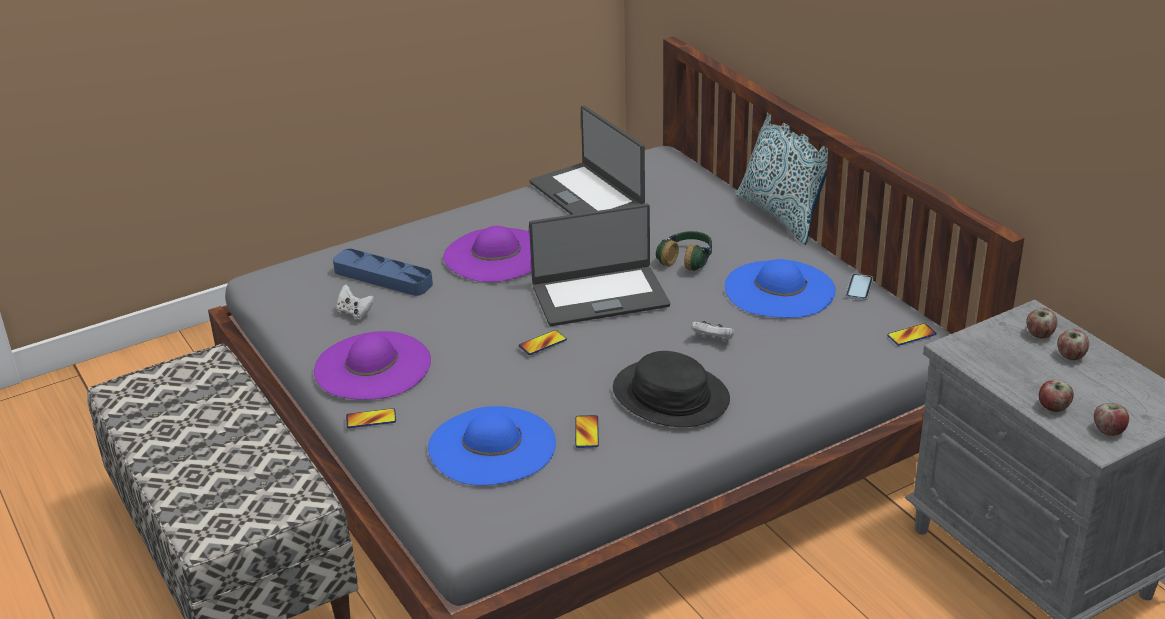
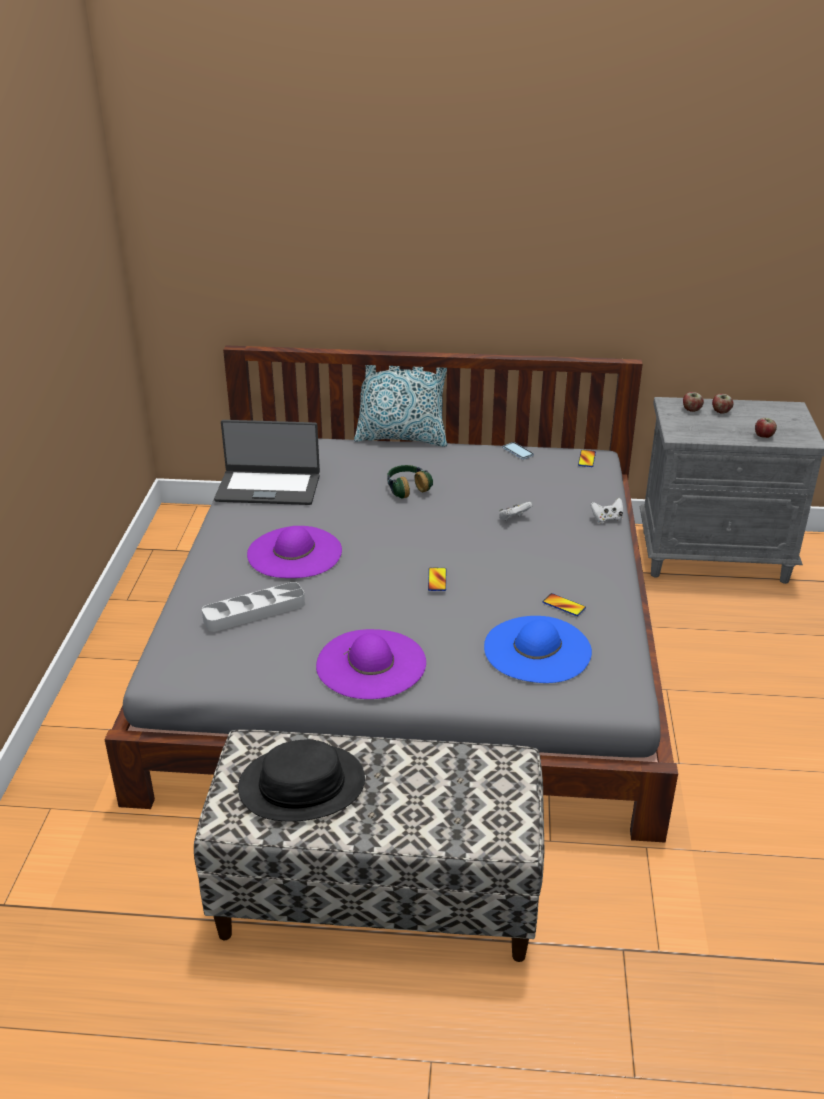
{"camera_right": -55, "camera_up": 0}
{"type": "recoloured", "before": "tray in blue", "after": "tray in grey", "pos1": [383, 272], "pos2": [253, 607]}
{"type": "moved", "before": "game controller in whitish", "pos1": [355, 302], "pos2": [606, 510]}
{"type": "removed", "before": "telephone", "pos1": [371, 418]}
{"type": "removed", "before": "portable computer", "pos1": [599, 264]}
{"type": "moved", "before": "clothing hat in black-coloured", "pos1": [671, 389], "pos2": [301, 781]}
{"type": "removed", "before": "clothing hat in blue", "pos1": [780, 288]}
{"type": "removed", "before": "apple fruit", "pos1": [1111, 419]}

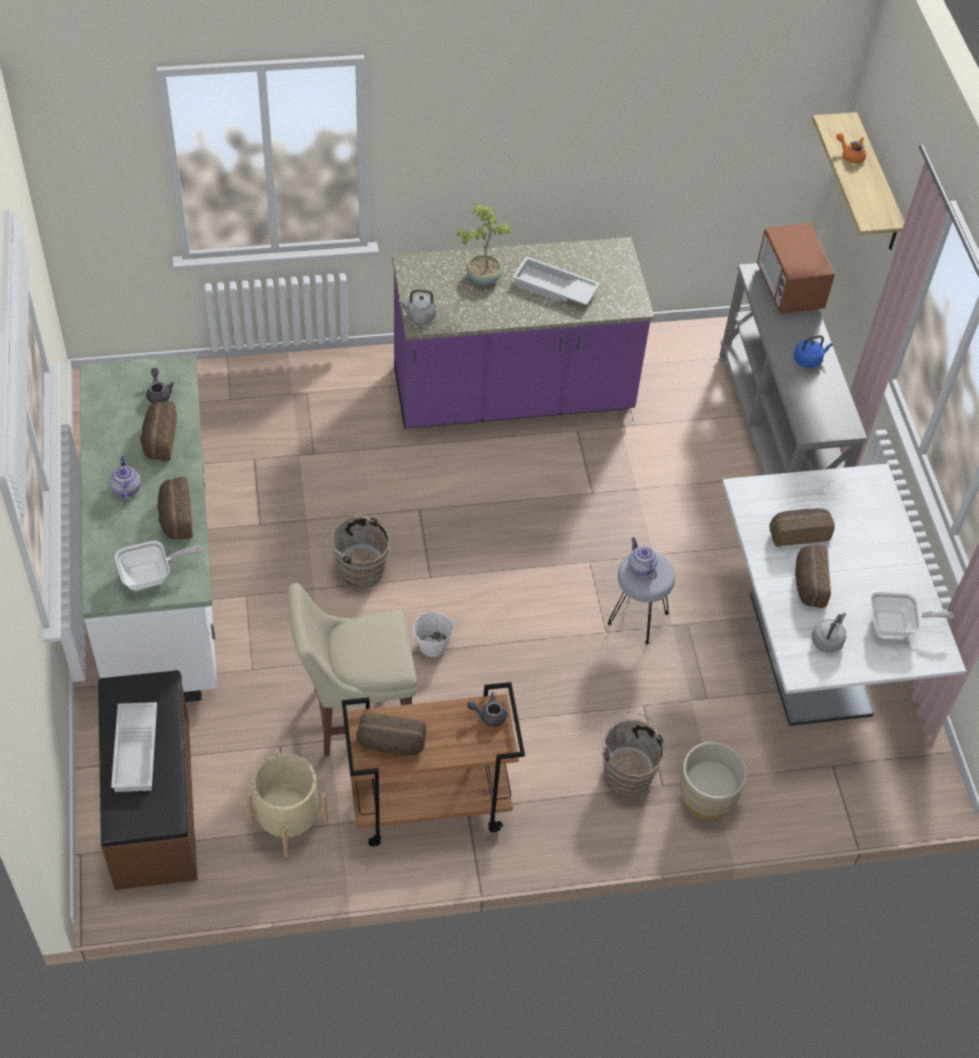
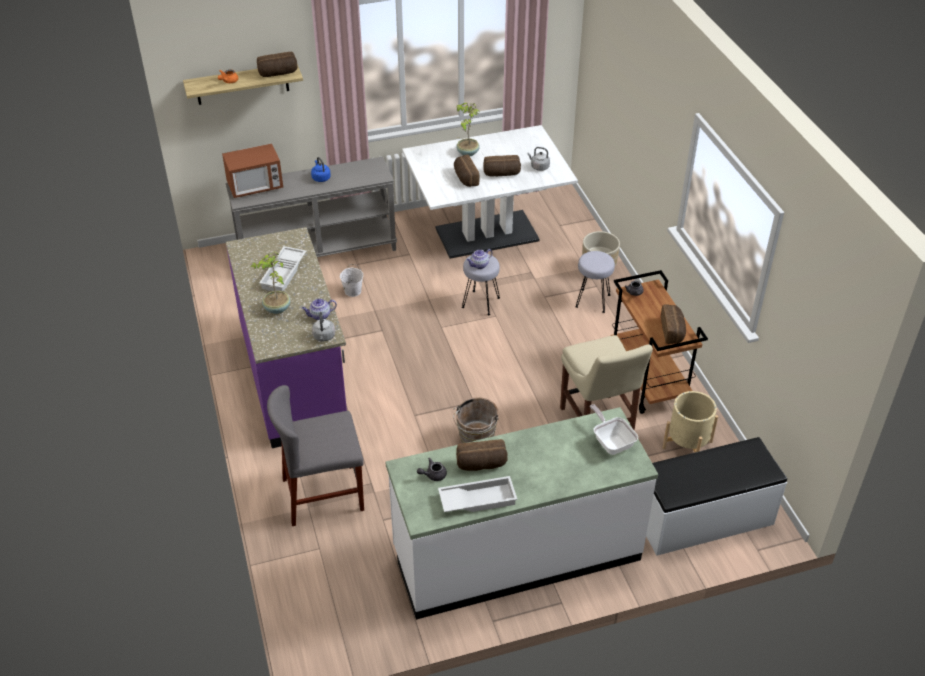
{"camera_right": -95, "camera_up": -10}
{"type": "recoloured", "before": "long seat in brownish", "after": "long seat in whitish", "pos1": [148, 780], "pos2": [716, 496]}
{"type": "moved", "before": "teapot", "pos1": [125, 479], "pos2": [319, 309]}
{"type": "moved", "before": "tray in whitish", "pos1": [134, 747], "pos2": [477, 494]}
{"type": "moved", "before": "bakery bread", "pos1": [175, 508], "pos2": [277, 64]}
{"type": "moved", "before": "bucket in whitish", "pos1": [433, 633], "pos2": [351, 280]}
{"type": "replaced", "before": "bucket in brownish", "after": "sitting stool in grey", "pos1": [633, 754], "pos2": [595, 282]}
{"type": "removed", "before": "pan", "pos1": [912, 614]}
{"type": "added", "after": "upright chair in grey", "pos2": [315, 455]}
{"type": "added", "after": "plant in a pot", "pos2": [468, 129]}

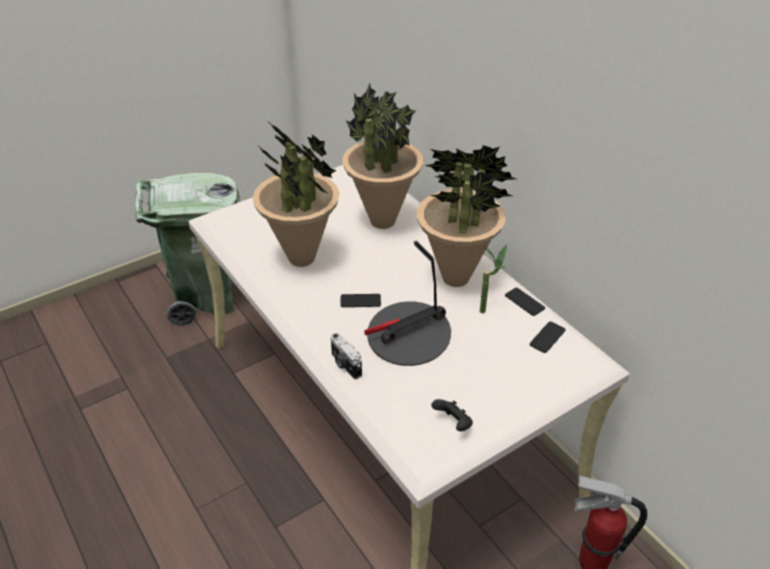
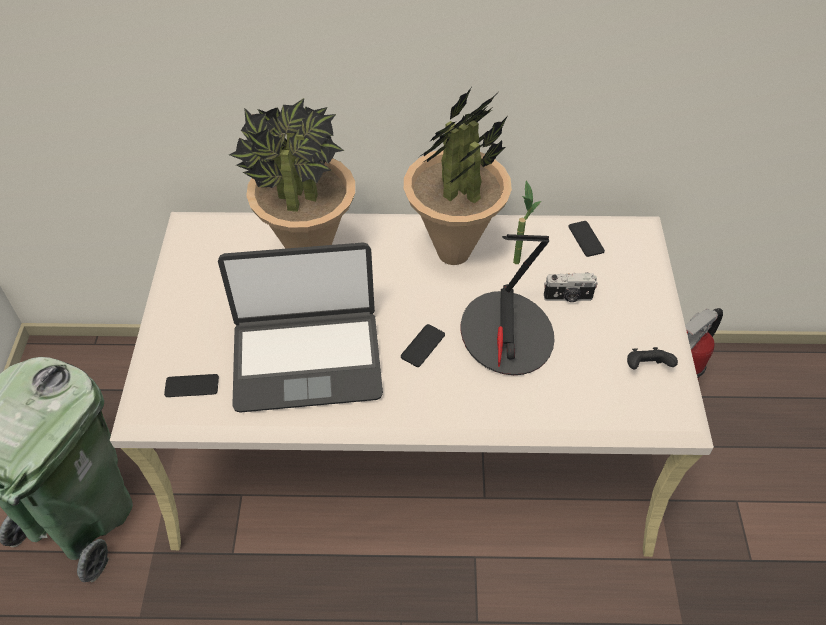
{"camera_right": -55, "camera_up": 10}
{"type": "replaced", "before": "plant in a pot", "after": "portable computer", "pos1": [296, 195], "pos2": [300, 327]}
{"type": "moved", "before": "still camera", "pos1": [346, 356], "pos2": [571, 287]}
{"type": "moved", "before": "telephone", "pos1": [525, 301], "pos2": [191, 385]}

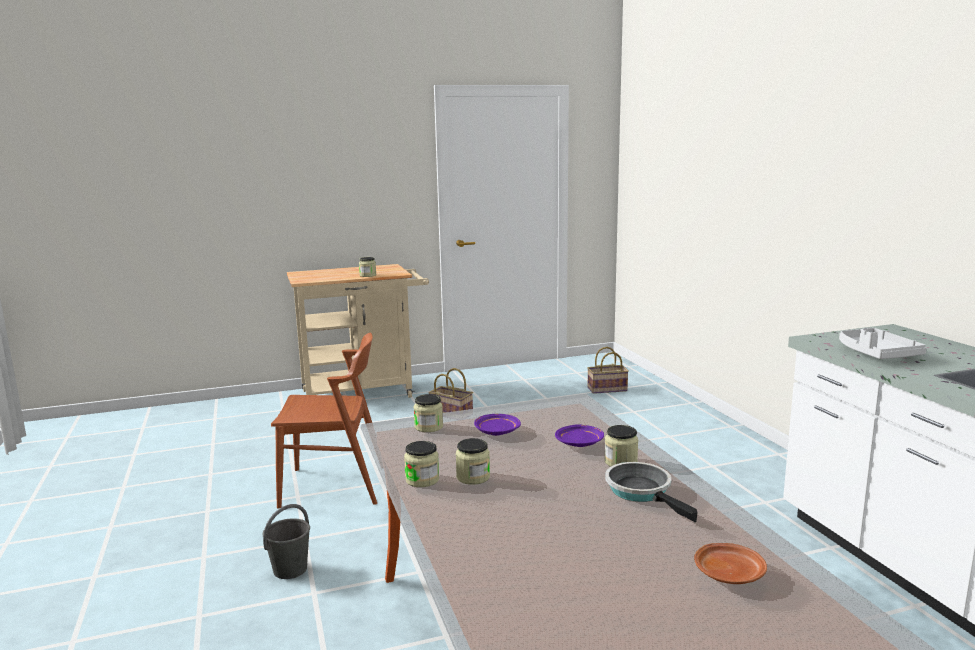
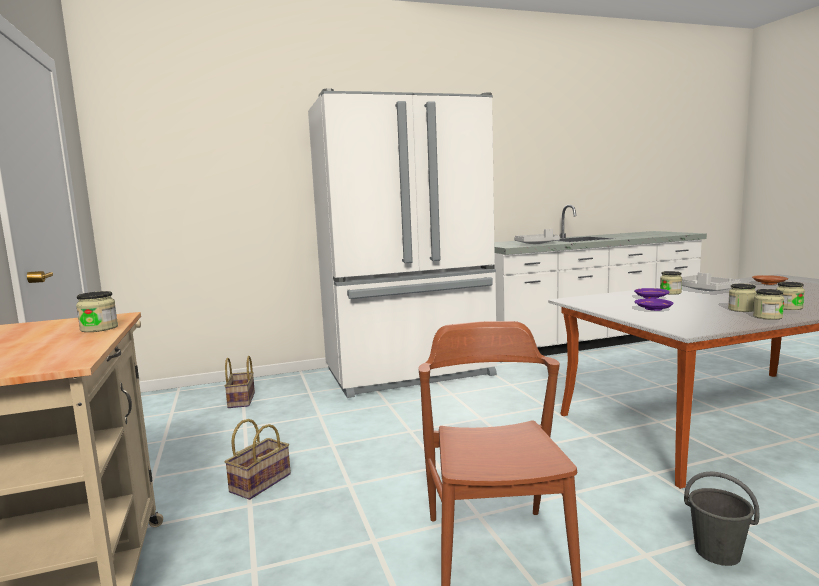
{"camera_right": -90, "camera_up": -5}
{"type": "moved", "before": "storage jar", "pos1": [428, 413], "pos2": [790, 296]}
{"type": "replaced", "before": "pan", "after": "tray in grey", "pos1": [651, 492], "pos2": [711, 281]}
{"type": "added", "after": "refrigerator in whitish", "pos2": [402, 243]}

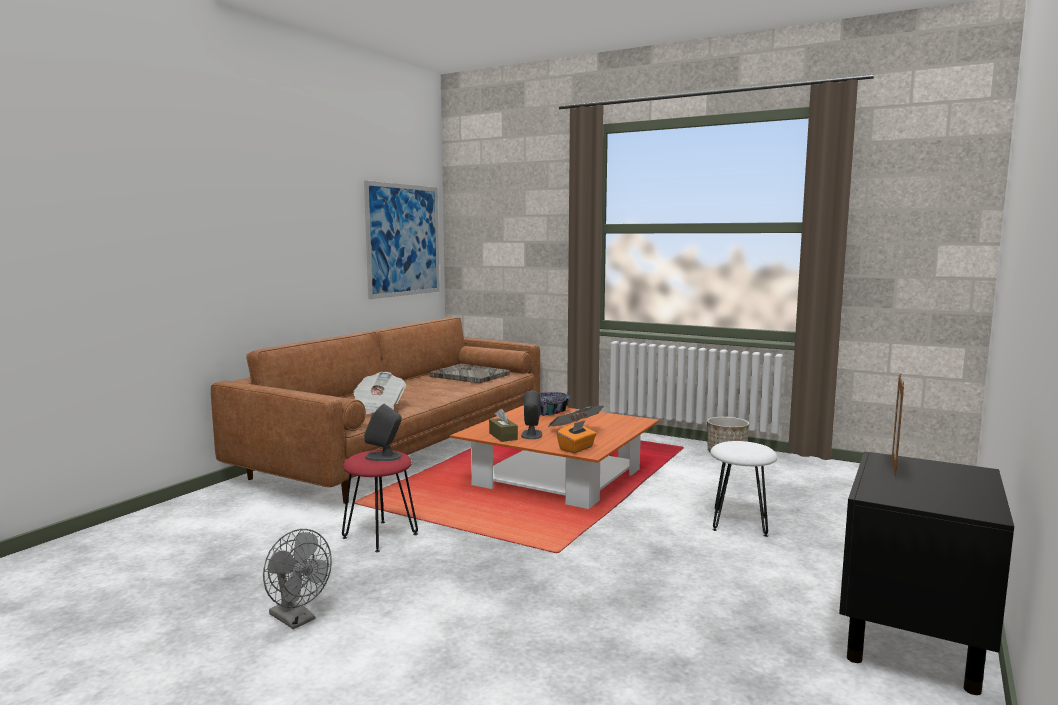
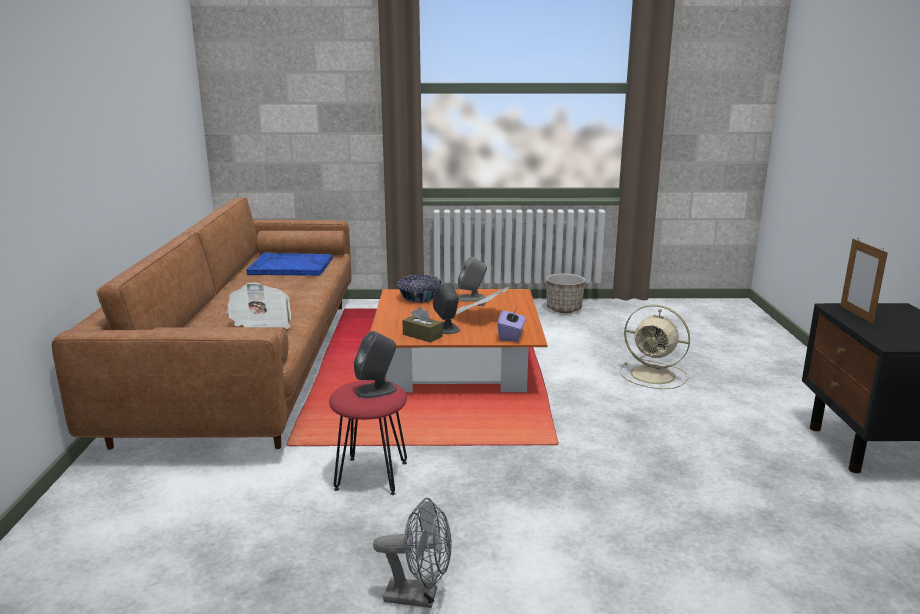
{"camera_right": -30, "camera_up": 10}
{"type": "removed", "before": "wall picture", "pos1": [402, 240]}
{"type": "recoloured", "before": "tray in grey", "after": "tray in blue", "pos1": [469, 373], "pos2": [289, 264]}
{"type": "recoloured", "before": "tissue holder in orange", "after": "tissue holder in purple-coloured", "pos1": [576, 436], "pos2": [512, 325]}
{"type": "replaced", "before": "sitting stool in whitish", "after": "fan in beige", "pos1": [744, 489], "pos2": [655, 347]}
{"type": "added", "after": "audio speaker in grey", "pos2": [472, 279]}

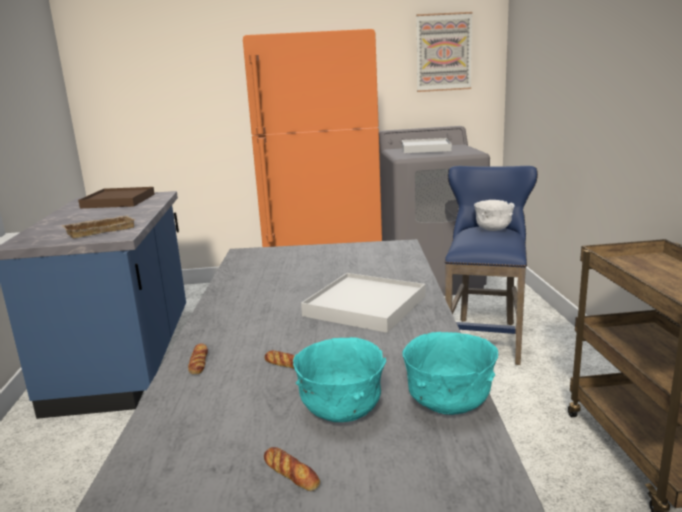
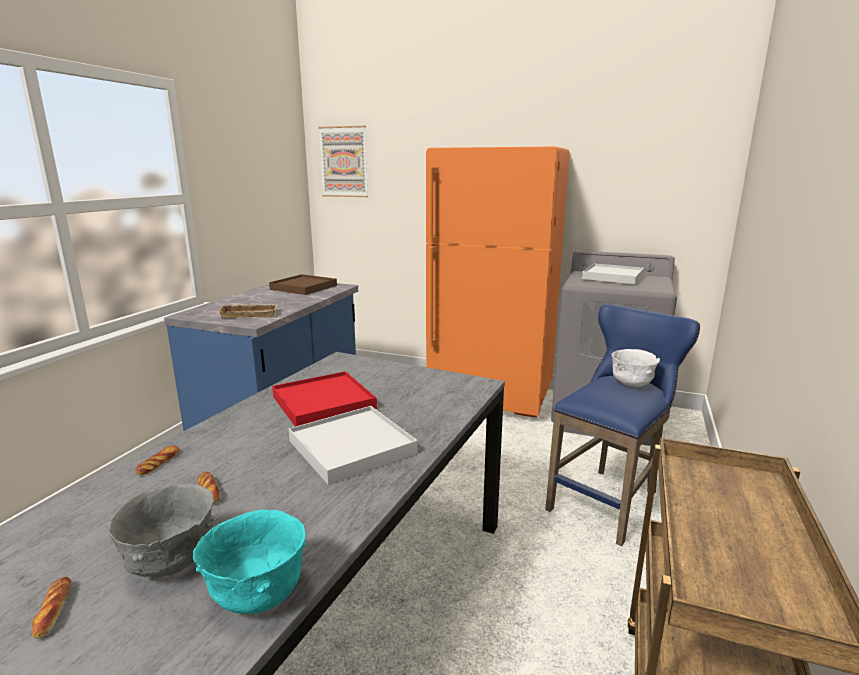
{"camera_right": 25, "camera_up": 0}
{"type": "recoloured", "before": "serving bowl in turquoise-coloured", "after": "serving bowl in grey", "pos1": [339, 379], "pos2": [161, 530]}
{"type": "moved", "before": "wall picture", "pos1": [444, 52], "pos2": [343, 161]}
{"type": "added", "after": "tray in red", "pos2": [324, 399]}

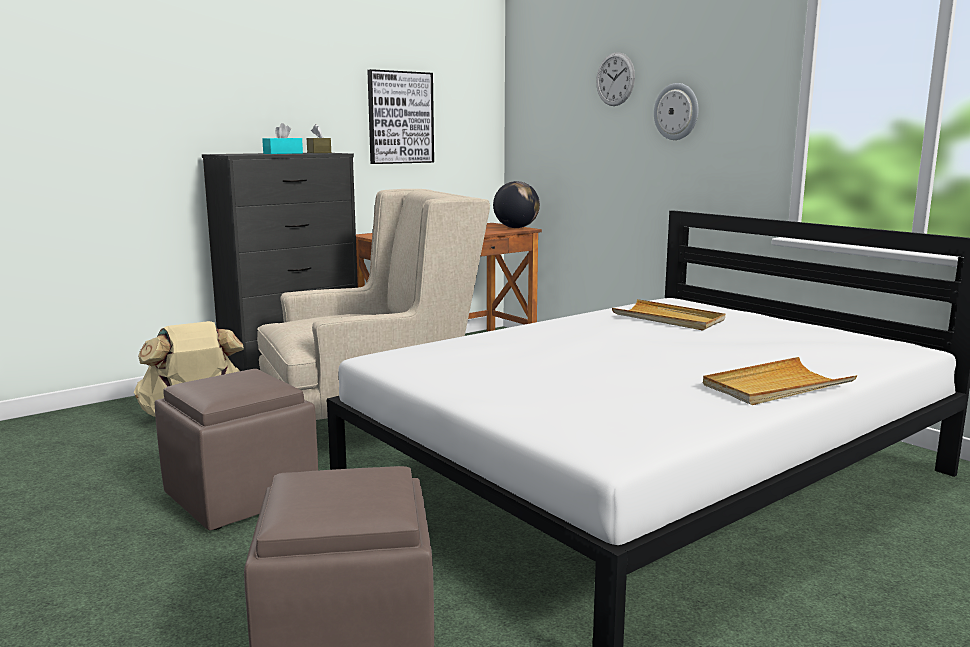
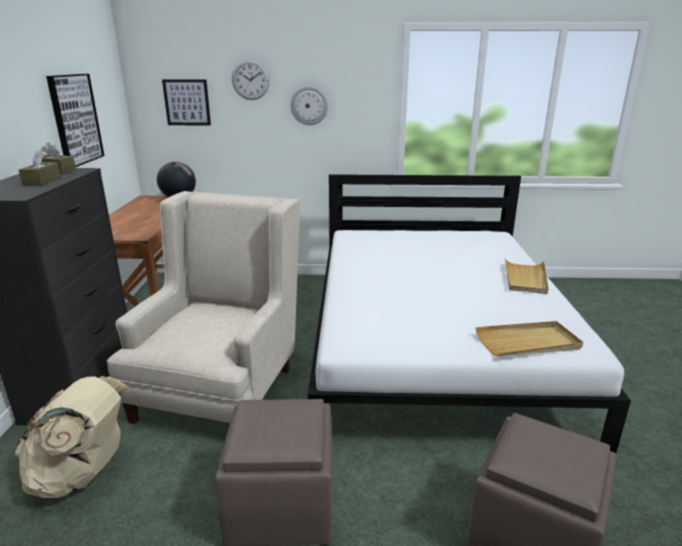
{"camera_right": -50, "camera_up": 10}
{"type": "recoloured", "before": "tissue holder in turquoise-coloured", "after": "tissue holder in brownish", "pos1": [282, 138], "pos2": [40, 168]}
{"type": "moved", "before": "tray in beige", "pos1": [668, 315], "pos2": [529, 338]}
{"type": "added", "after": "wall picture", "pos2": [186, 102]}

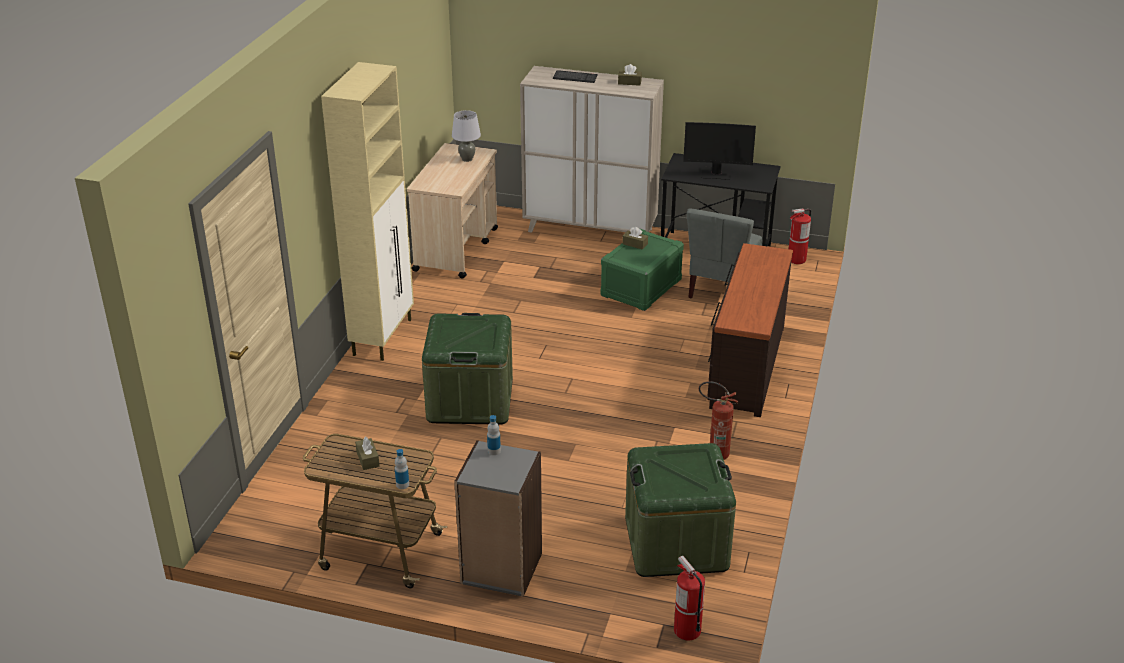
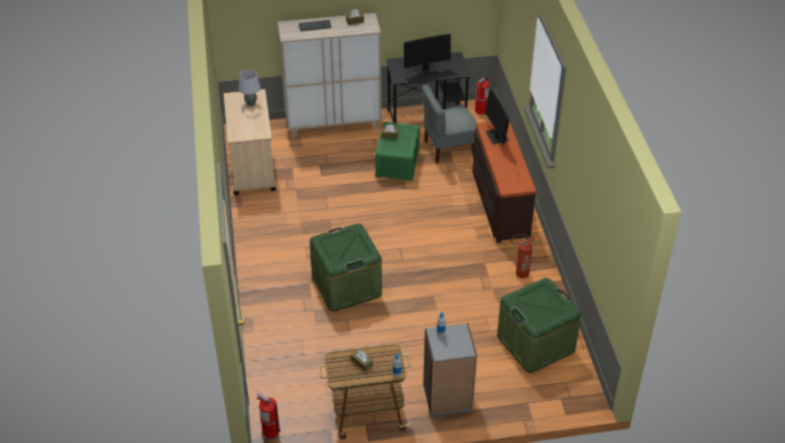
{"camera_right": -25, "camera_up": 10}
{"type": "removed", "before": "cupboard in beige", "pos1": [367, 211]}
{"type": "moved", "before": "fire-fighting cylinder", "pos1": [689, 598], "pos2": [268, 415]}
{"type": "turned", "before": "upright chair in grey", "pos1": [725, 253], "pos2": [449, 124], "turn": 75}
{"type": "added", "after": "monitor", "pos2": [497, 117]}

